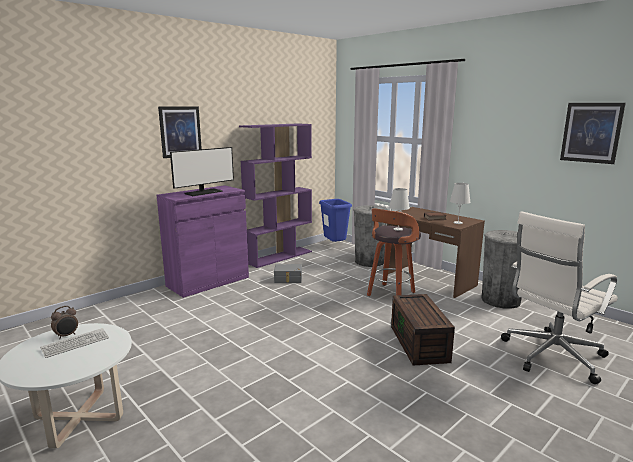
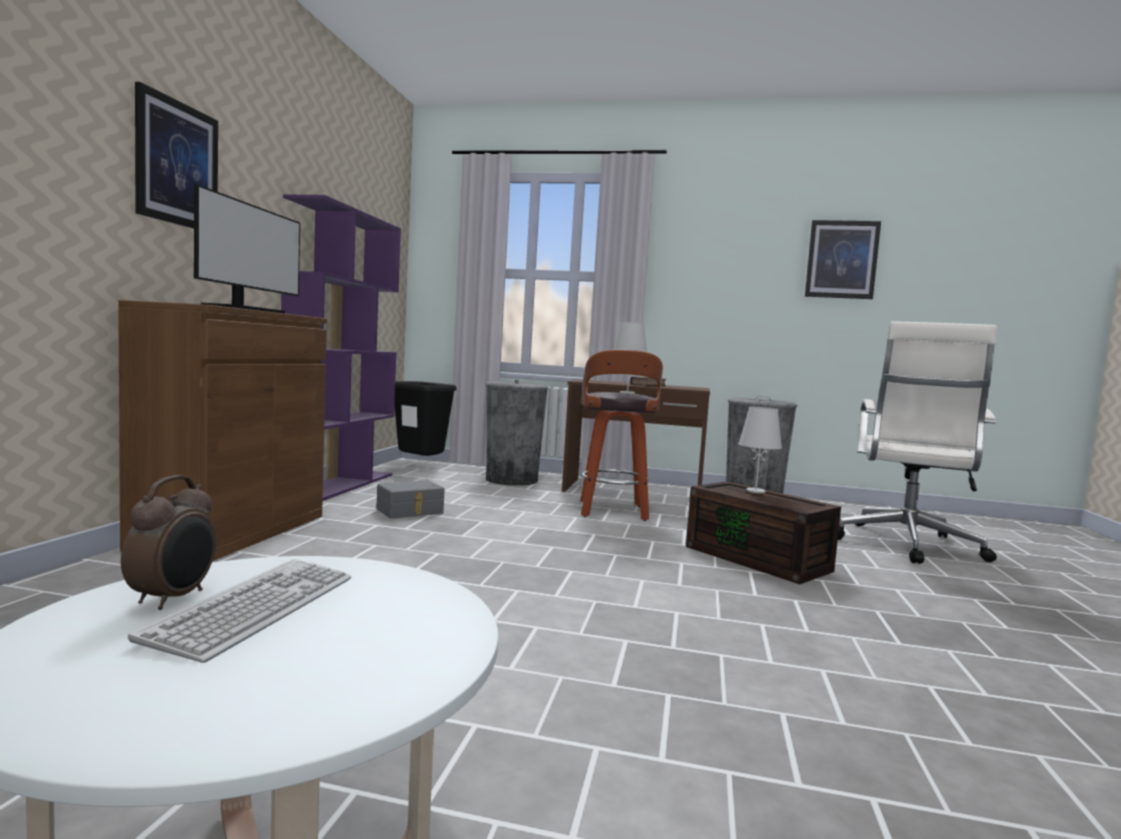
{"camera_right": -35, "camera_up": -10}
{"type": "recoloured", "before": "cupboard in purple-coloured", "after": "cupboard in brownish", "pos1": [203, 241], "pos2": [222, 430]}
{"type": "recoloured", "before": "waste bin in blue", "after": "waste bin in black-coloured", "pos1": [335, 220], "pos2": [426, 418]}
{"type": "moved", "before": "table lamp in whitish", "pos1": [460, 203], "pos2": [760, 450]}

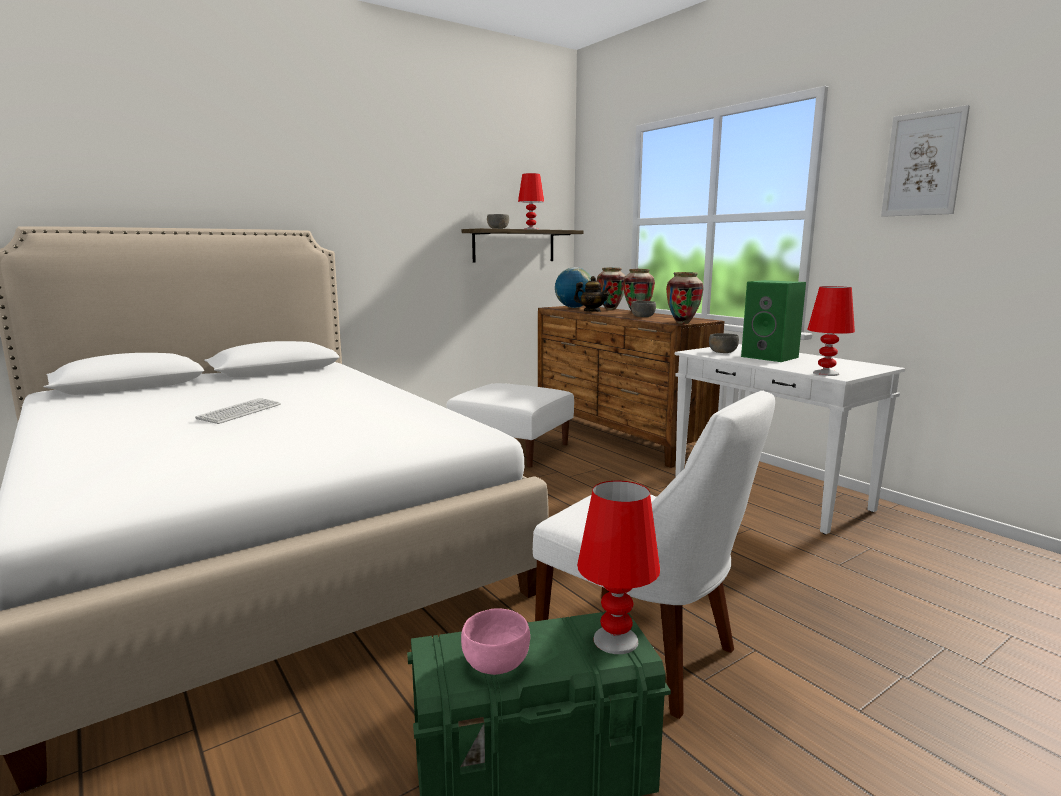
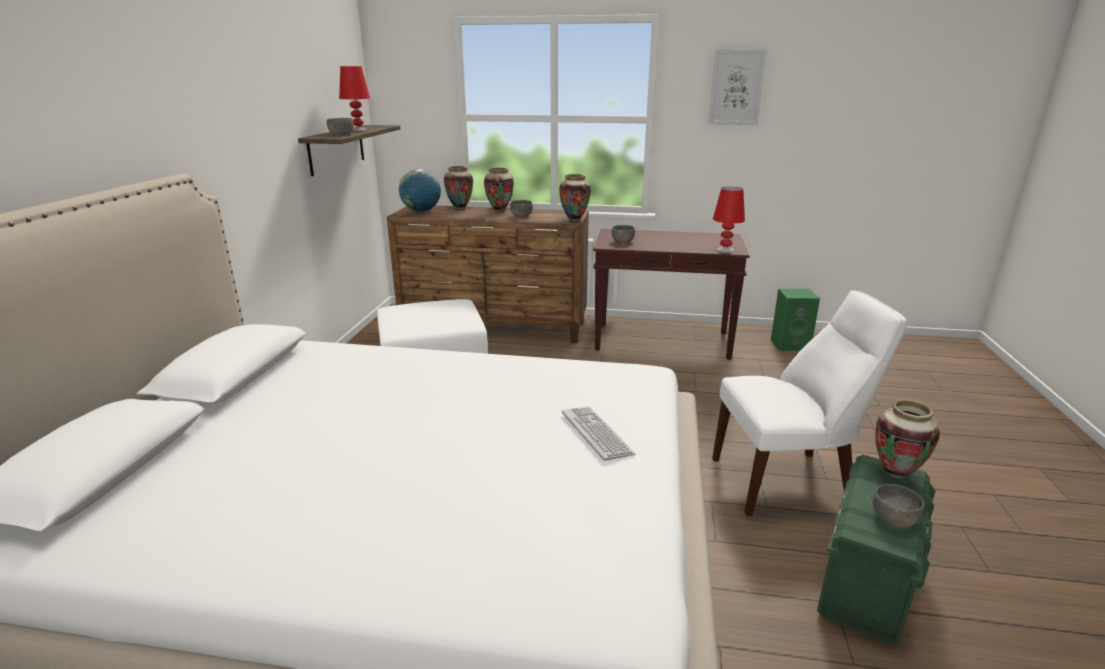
{"camera_right": -45, "camera_up": 10}
{"type": "moved", "before": "PC keyboard", "pos1": [238, 411], "pos2": [599, 434]}
{"type": "recoloured", "before": "serving bowl in pink", "after": "serving bowl in grey", "pos1": [495, 641], "pos2": [899, 506]}
{"type": "removed", "before": "teapot", "pos1": [592, 294]}
{"type": "replaced", "before": "table lamp in red", "after": "vase", "pos1": [618, 567], "pos2": [908, 439]}
{"type": "recoloured", "before": "hall table in whitish", "after": "hall table in brownish", "pos1": [790, 439], "pos2": [671, 294]}
{"type": "moved", "before": "audio speaker in green-coloured", "pos1": [773, 321], "pos2": [795, 320]}

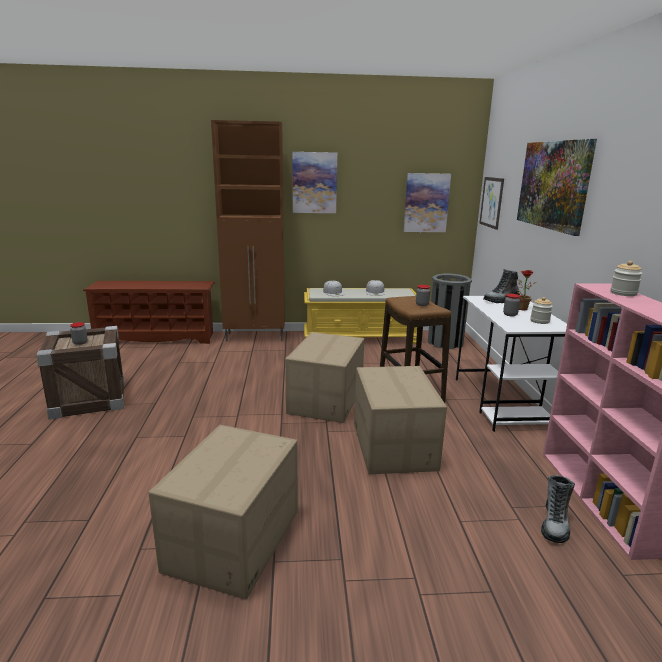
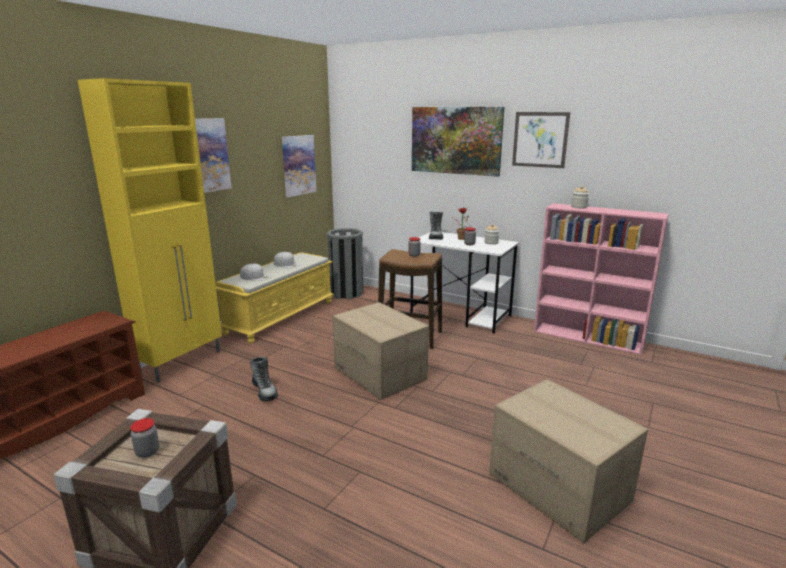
{"camera_right": -55, "camera_up": 0}
{"type": "recoloured", "before": "cupboard in brownish", "after": "cupboard in yellow-coloured", "pos1": [248, 230], "pos2": [150, 230]}
{"type": "removed", "before": "packing box", "pos1": [400, 420]}
{"type": "moved", "before": "wall picture", "pos1": [491, 203], "pos2": [541, 140]}
{"type": "moved", "before": "tall boot", "pos1": [558, 509], "pos2": [264, 379]}

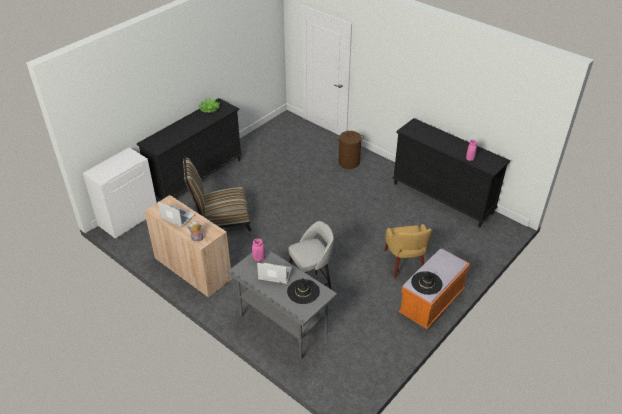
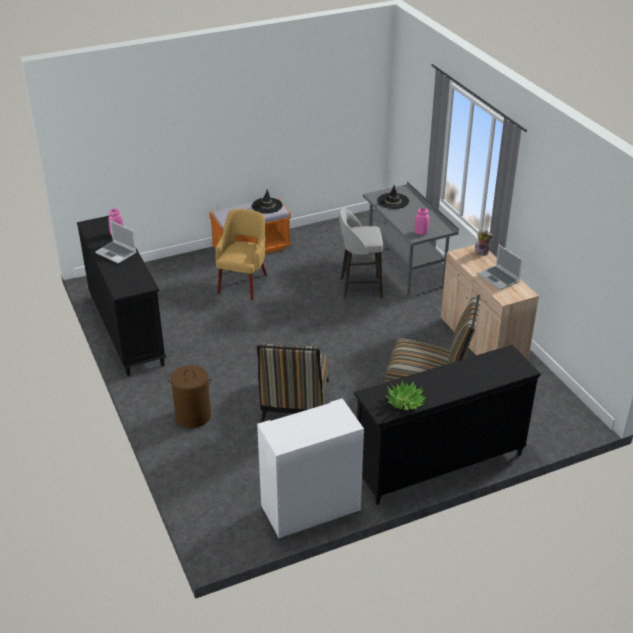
{"camera_right": -155, "camera_up": -5}
{"type": "moved", "before": "cupboard in whitish", "pos1": [120, 193], "pos2": [310, 469]}
{"type": "moved", "before": "portable computer", "pos1": [274, 273], "pos2": [116, 242]}
{"type": "added", "after": "upright chair", "pos2": [293, 382]}

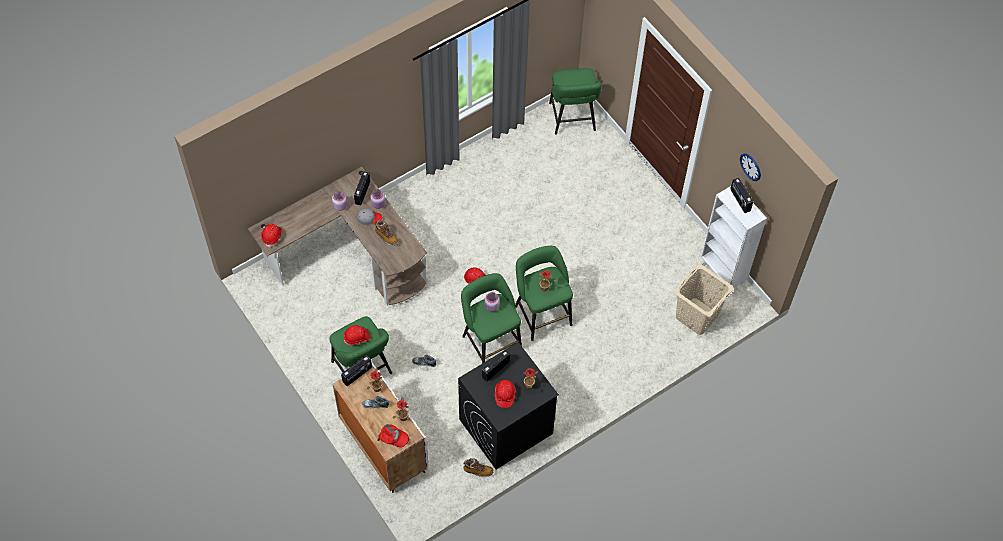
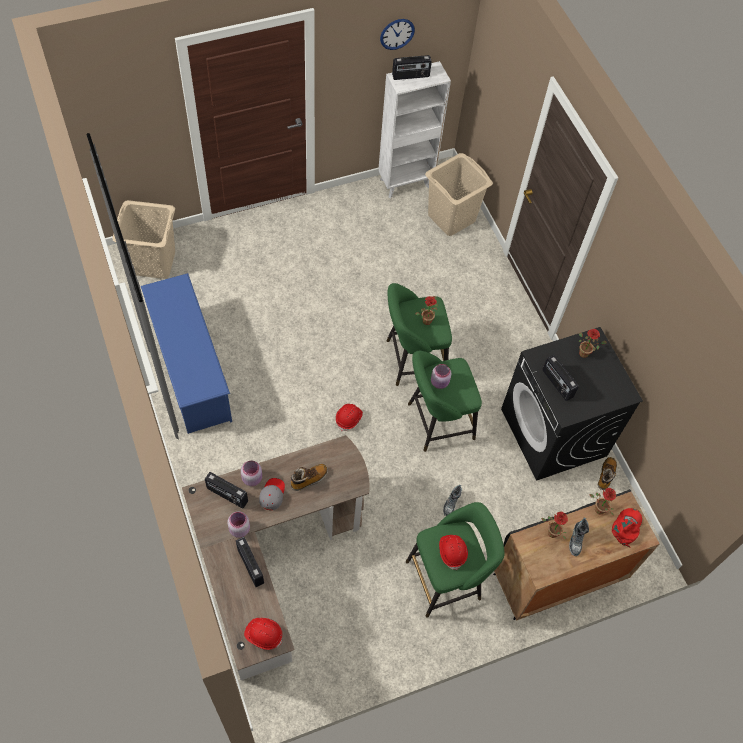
{"camera_right": -80, "camera_up": 0}
{"type": "recoloured", "before": "cupboard in whitish", "after": "cupboard in black-coloured", "pos1": [381, 427], "pos2": [576, 555]}
{"type": "moved", "before": "radio set", "pos1": [356, 370], "pos2": [250, 562]}
{"type": "removed", "before": "safety helmet in red", "pos1": [505, 394]}
{"type": "replaced", "before": "sitting stool in green-coloured", "after": "washing basket in beige", "pos1": [575, 101], "pos2": [143, 239]}
{"type": "added", "after": "shoe rack in blue", "pos2": [186, 353]}

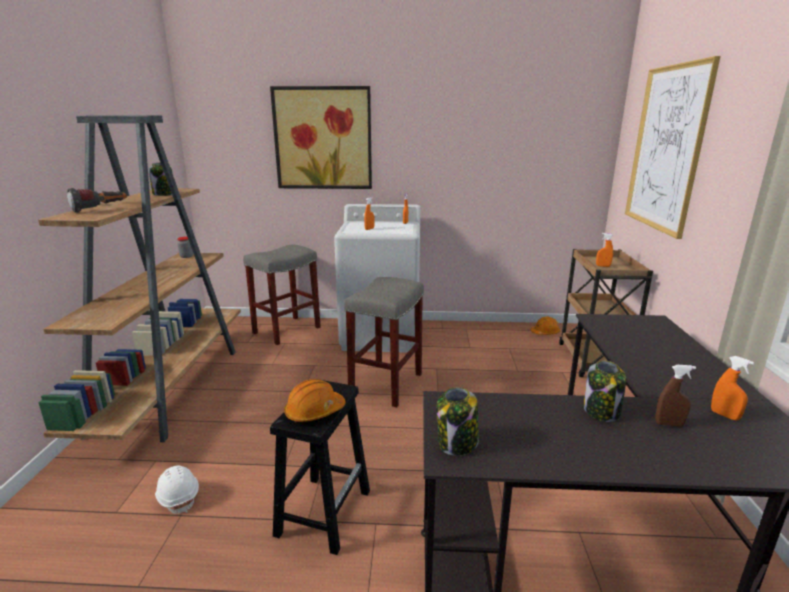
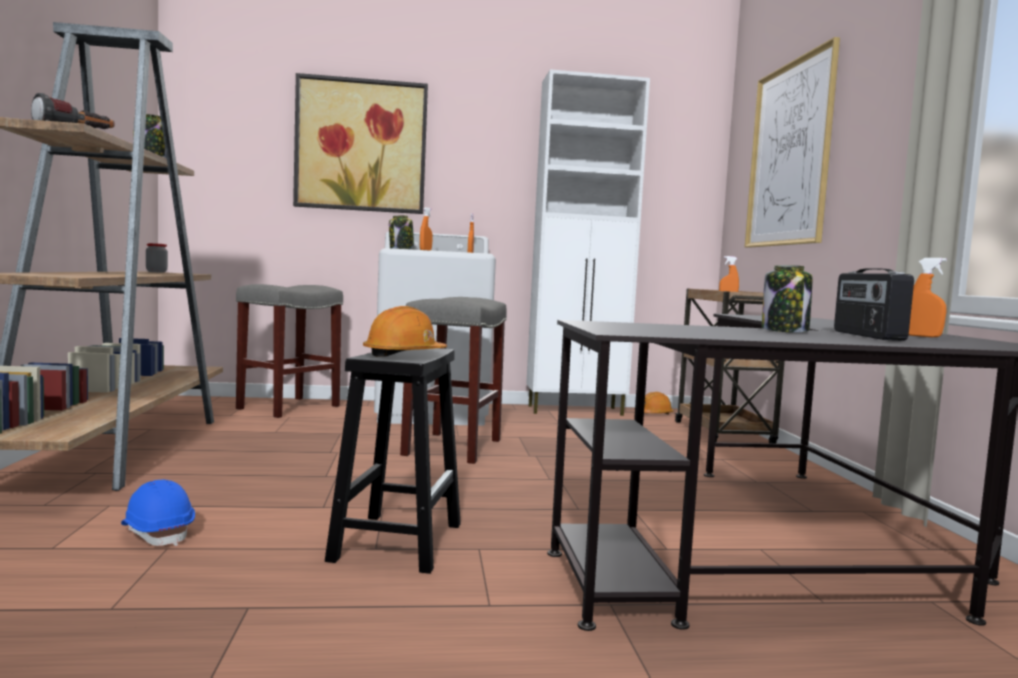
{"camera_right": -10, "camera_up": -15}
{"type": "recoloured", "before": "safety helmet in whitish", "after": "safety helmet in blue", "pos1": [177, 489], "pos2": [158, 512]}
{"type": "moved", "before": "storage jar", "pos1": [458, 421], "pos2": [401, 232]}
{"type": "replaced", "before": "hand sprayer in brownish", "after": "radio set", "pos1": [676, 396], "pos2": [874, 304]}
{"type": "added", "after": "cupboard in whitish", "pos2": [588, 242]}

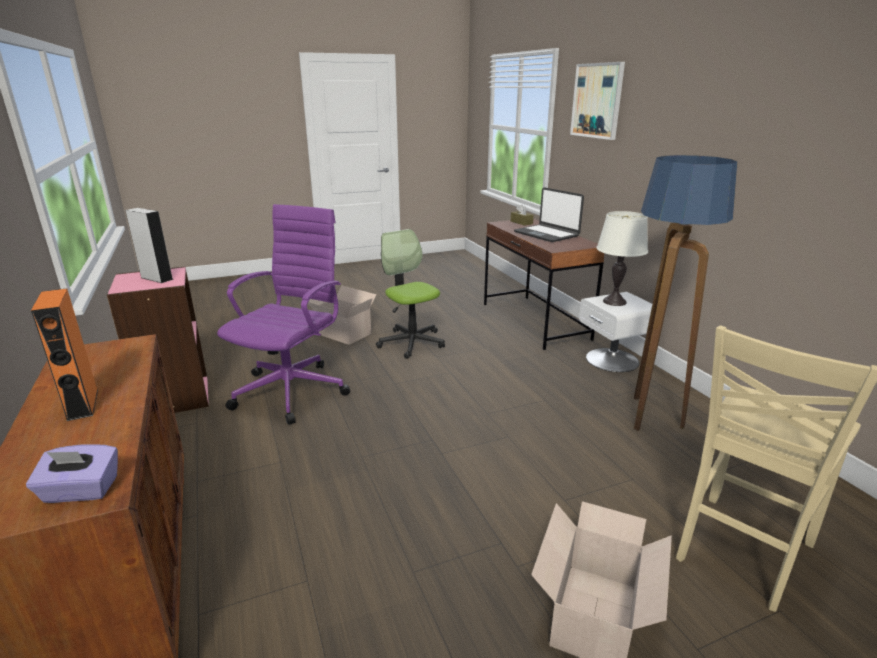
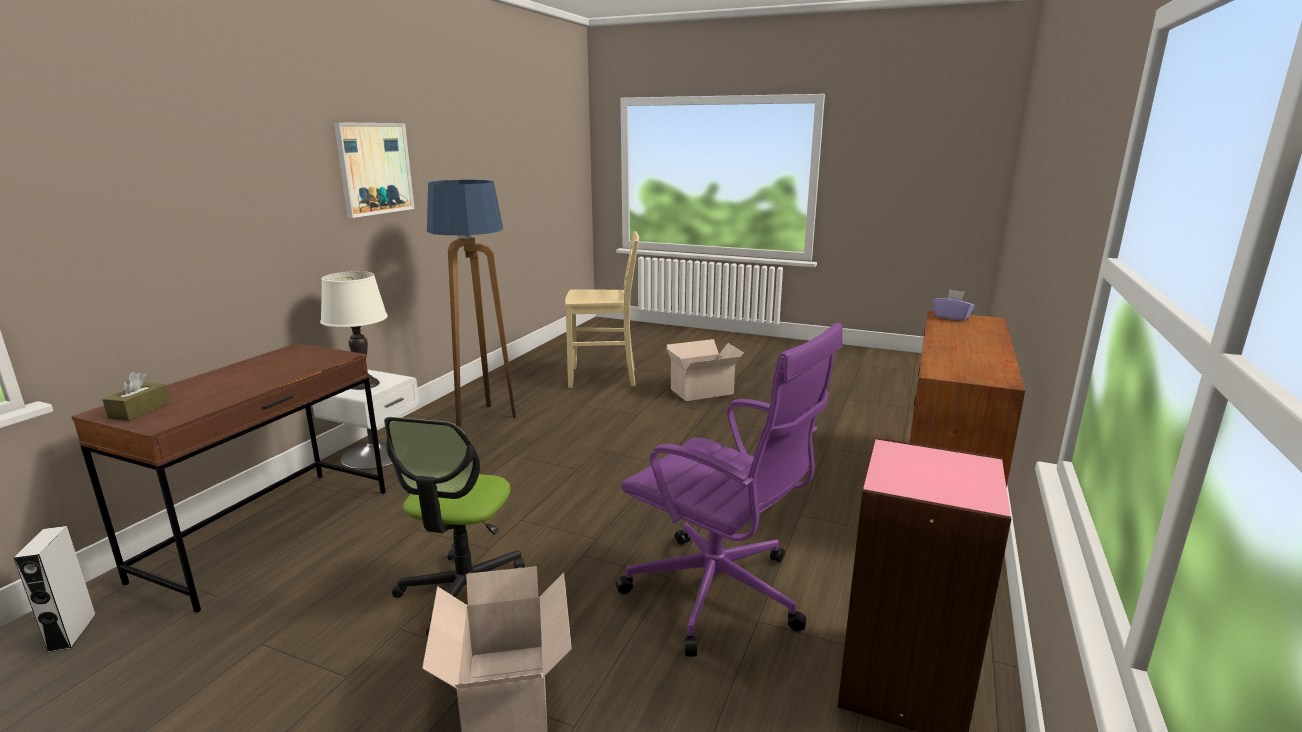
{"camera_right": -135, "camera_up": -5}
{"type": "removed", "before": "audio speaker in orange", "pos1": [64, 355]}
{"type": "moved", "before": "audio speaker in grey", "pos1": [149, 245], "pos2": [55, 589]}
{"type": "turned", "before": "computer chair in purple-coloured", "pos1": [283, 314], "pos2": [729, 489], "turn": -120}
{"type": "removed", "before": "portable computer", "pos1": [549, 214]}
{"type": "moved", "before": "wall picture", "pos1": [597, 101], "pos2": [374, 170]}

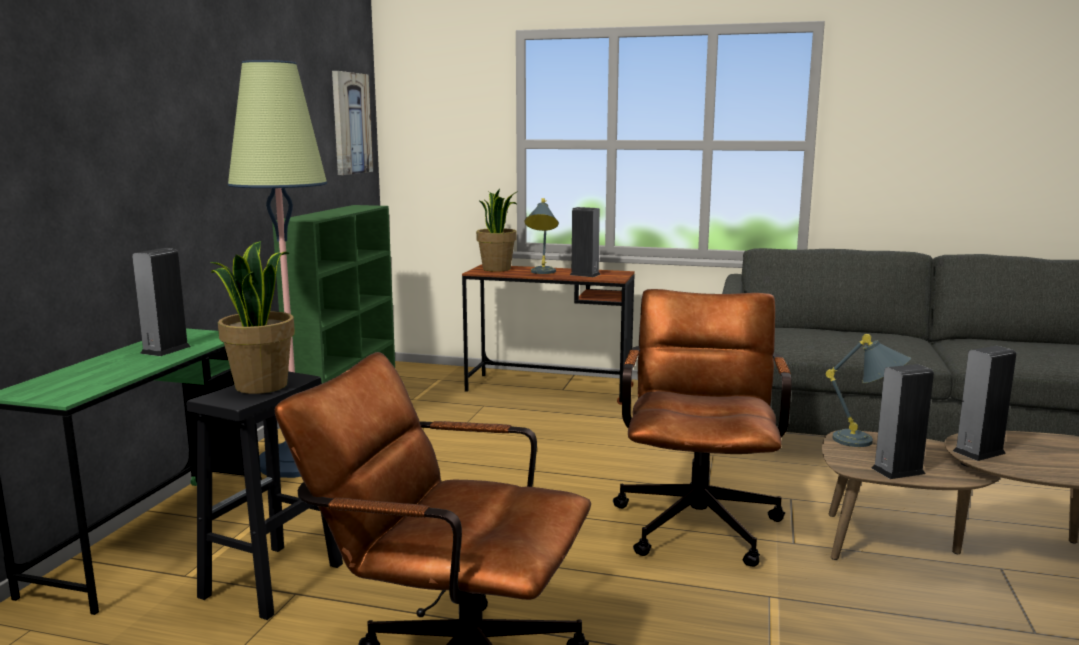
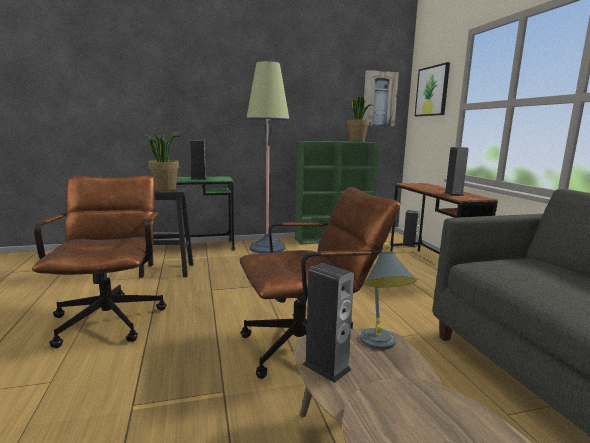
{"camera_right": 60, "camera_up": 0}
{"type": "moved", "before": "plant in a pot", "pos1": [497, 230], "pos2": [360, 119]}
{"type": "removed", "before": "table lamp in grey", "pos1": [541, 236]}
{"type": "moved", "before": "audio speaker", "pos1": [984, 403], "pos2": [411, 229]}
{"type": "added", "after": "wall picture", "pos2": [432, 89]}

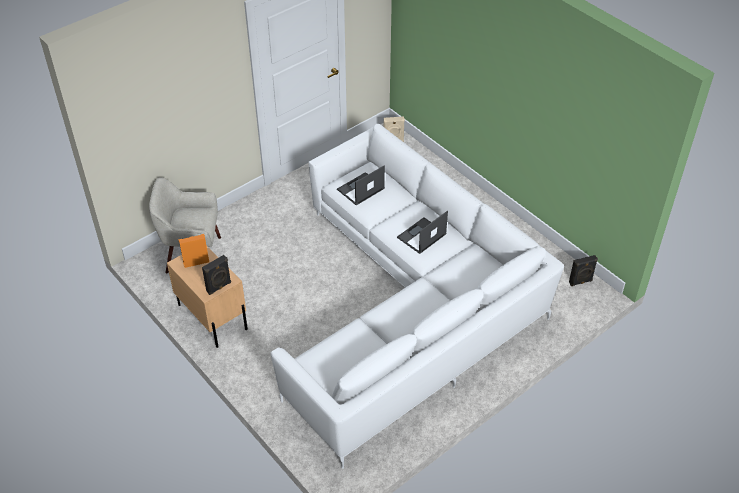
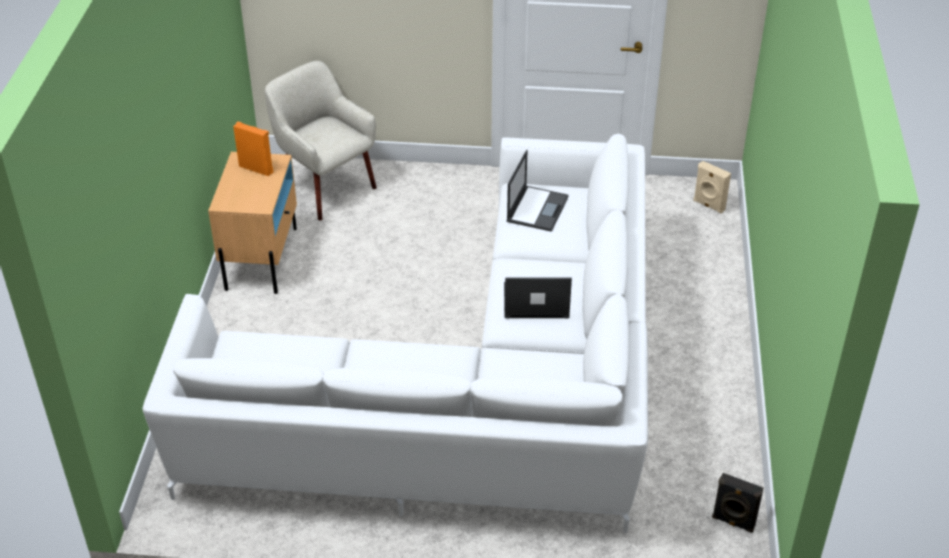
{"camera_right": 45, "camera_up": -5}
{"type": "removed", "before": "audio speaker in black-coloured", "pos1": [216, 275]}
{"type": "turned", "before": "portable computer", "pos1": [361, 185], "pos2": [538, 191], "turn": 105}

